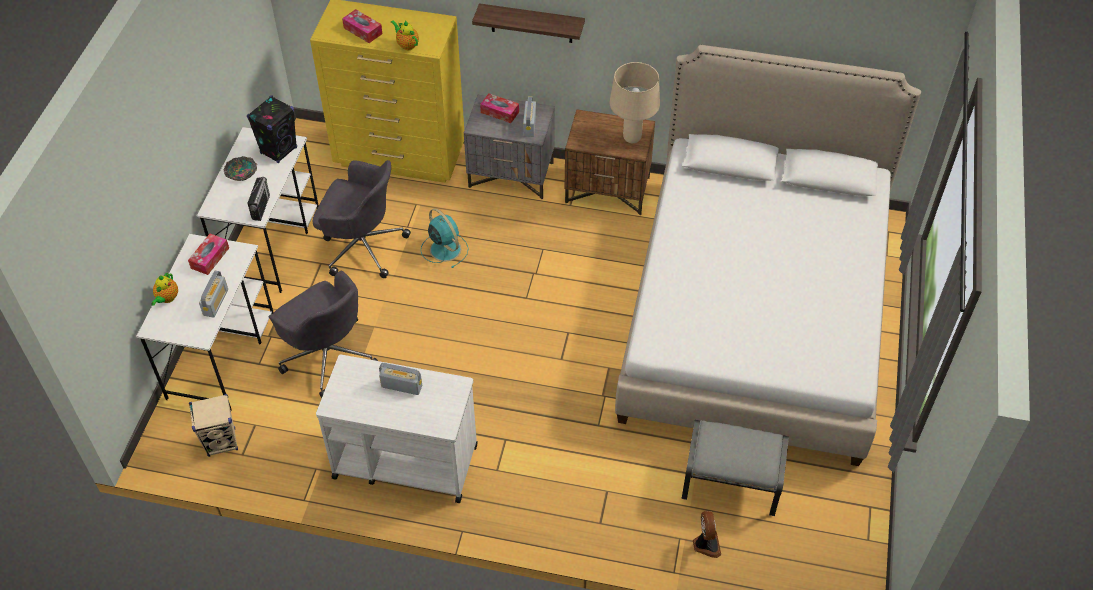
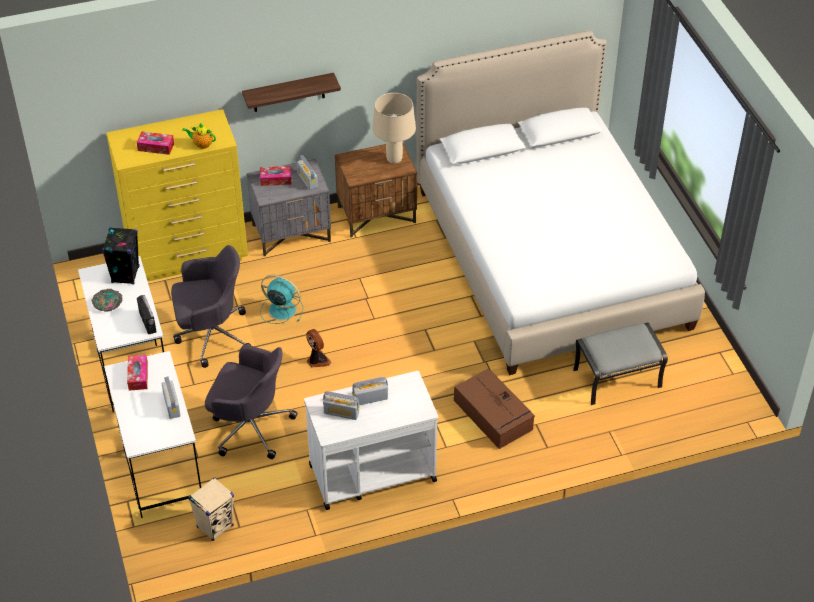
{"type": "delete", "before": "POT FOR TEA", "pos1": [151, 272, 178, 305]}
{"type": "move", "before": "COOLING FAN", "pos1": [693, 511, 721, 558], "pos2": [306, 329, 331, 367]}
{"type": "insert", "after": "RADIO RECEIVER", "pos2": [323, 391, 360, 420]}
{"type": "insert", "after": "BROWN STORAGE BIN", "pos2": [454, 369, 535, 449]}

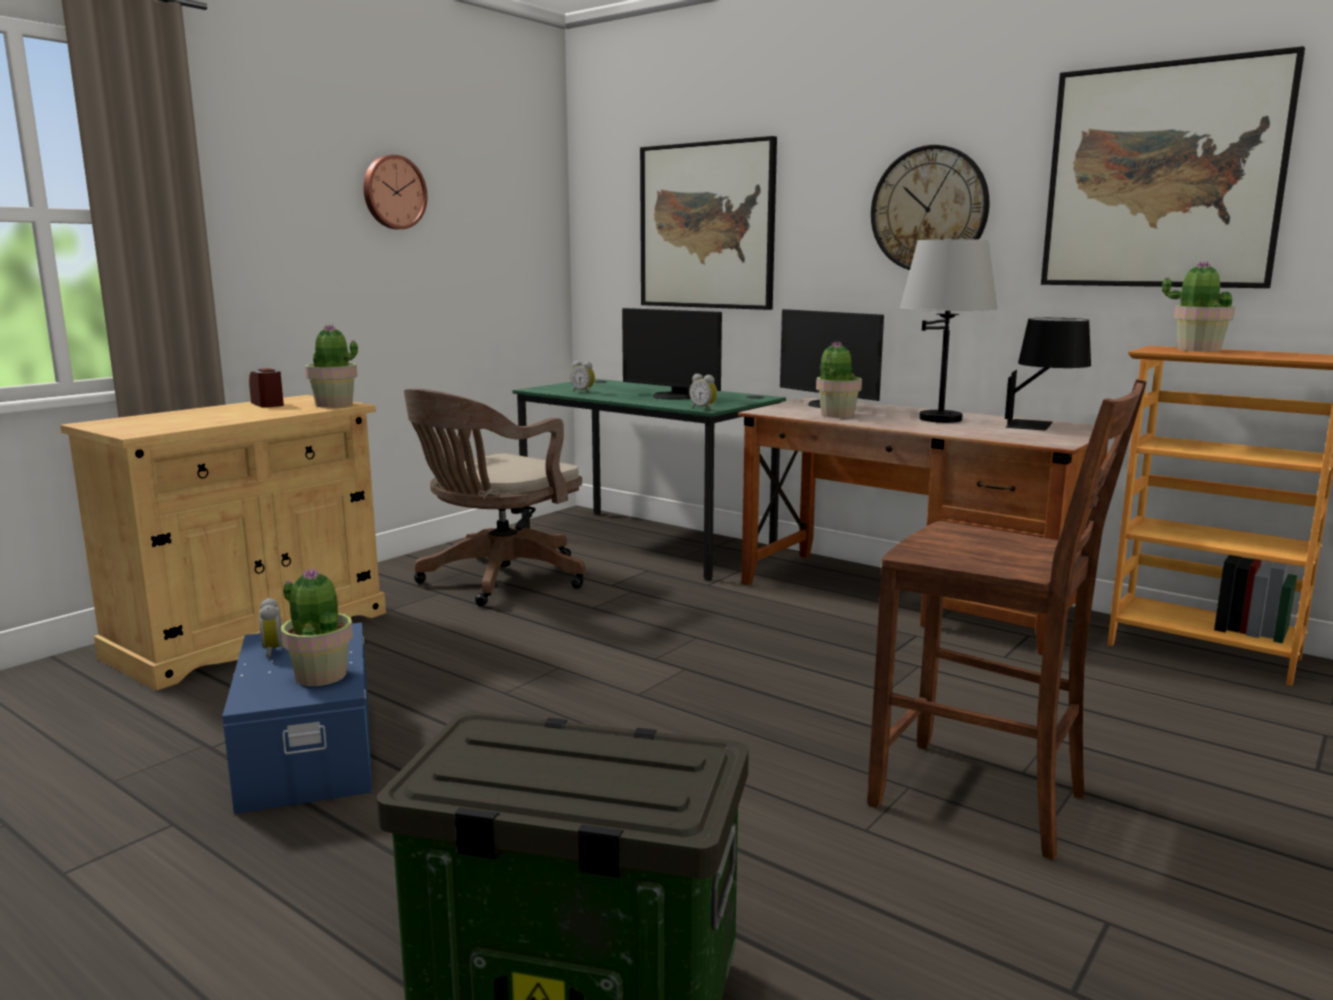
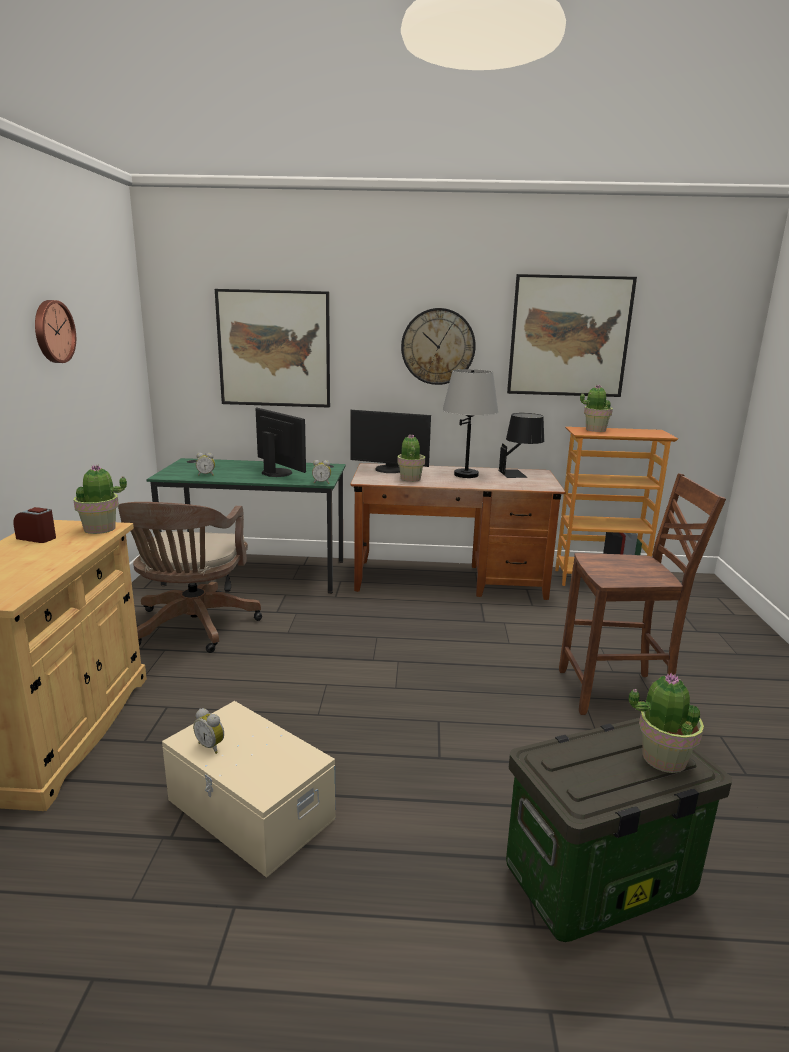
{"type": "recolor", "before": "BLUE-COLOURED STORAGE BIN", "after": "SAND-COLOURED STORAGE BIN", "pos1": [222, 623, 372, 814], "pos2": [162, 701, 336, 878]}
{"type": "move", "before": "POTTED PLANT", "pos1": [281, 568, 353, 686], "pos2": [628, 673, 704, 773]}
{"type": "rotate", "before": "COMPUTER SCREEN", "pos1": [622, 308, 722, 400], "pos2": [256, 408, 306, 477], "turn": -135}

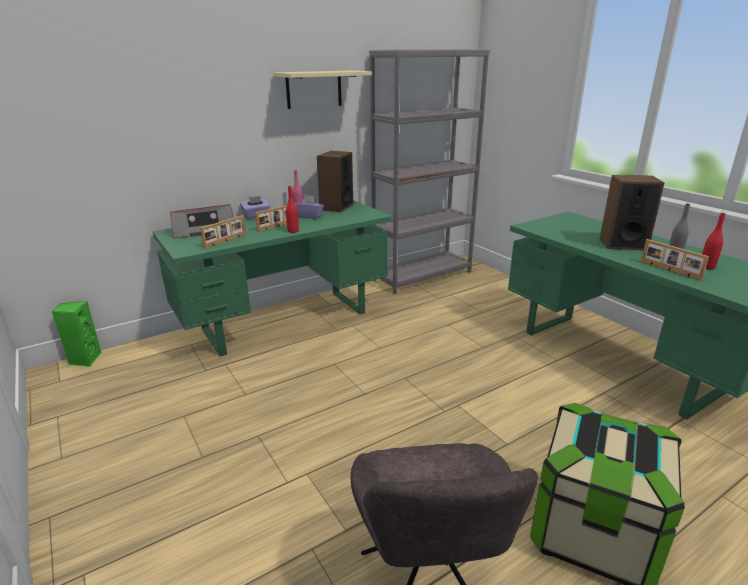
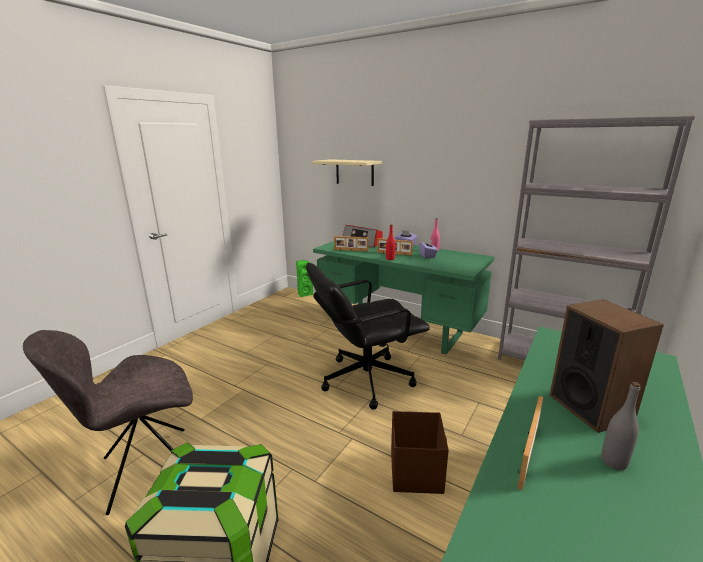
{"type": "move", "before": "SAND-COLOURED BRACKET SHELF", "pos1": [273, 71, 372, 109], "pos2": [312, 159, 382, 186]}
{"type": "delete", "before": "AUDIO SPEAKER", "pos1": [317, 151, 353, 212]}
{"type": "delete", "before": "RED BEVERAGE BOTTLE", "pos1": [702, 213, 725, 269]}
{"type": "insert", "after": "BLACK DESK CHAIR", "pos2": [306, 263, 430, 410]}
{"type": "insert", "after": "BROWN STORAGE BIN", "pos2": [391, 411, 449, 494]}

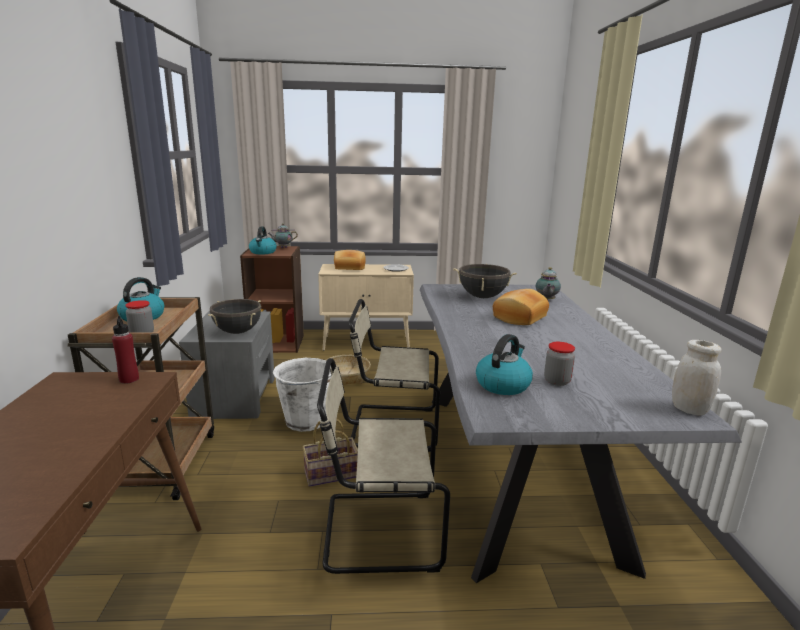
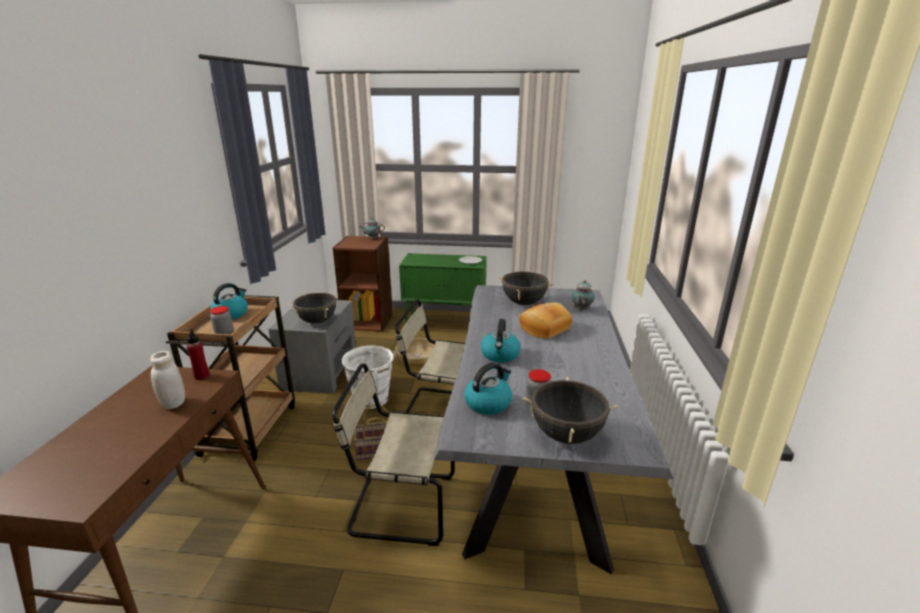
{"type": "move", "before": "TEA KETTLE", "pos1": [249, 227, 277, 254], "pos2": [481, 319, 521, 363]}
{"type": "recolor", "before": "SAND-COLOURED CUPBOARD", "after": "GREEN CUPBOARD", "pos1": [318, 264, 414, 351], "pos2": [399, 253, 487, 324]}
{"type": "delete", "before": "BAKERY BREAD", "pos1": [334, 250, 366, 270]}
{"type": "move", "before": "WHITE JAR", "pos1": [672, 340, 721, 415], "pos2": [150, 351, 185, 409]}
{"type": "insert", "after": "BLACK STOCKPOT", "pos2": [522, 377, 619, 444]}

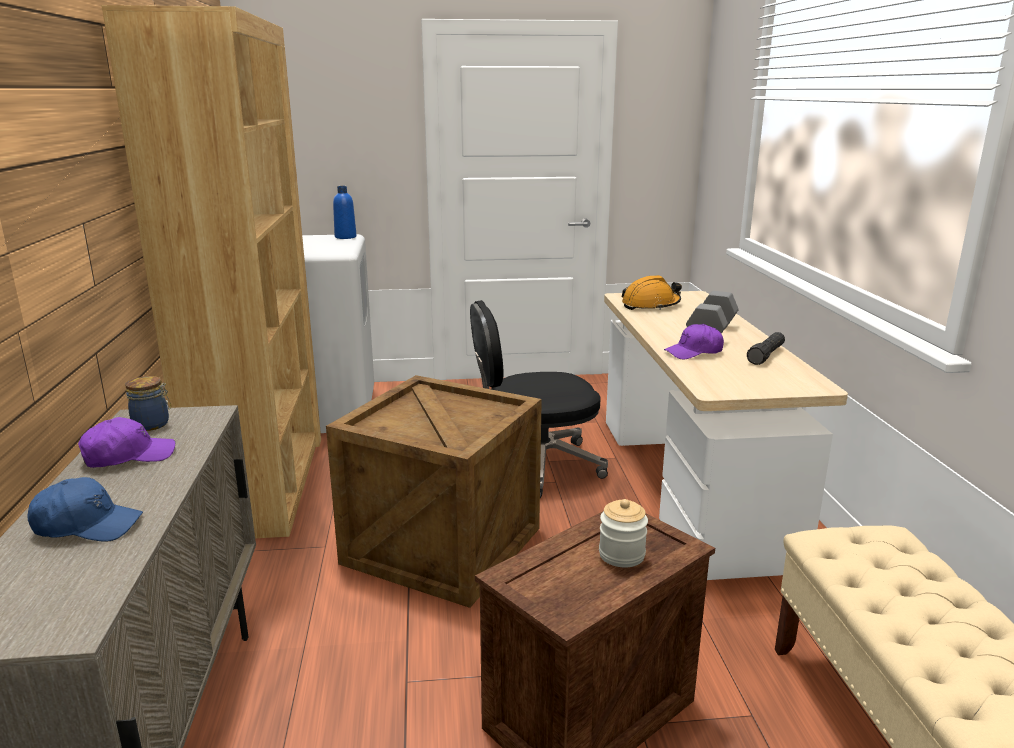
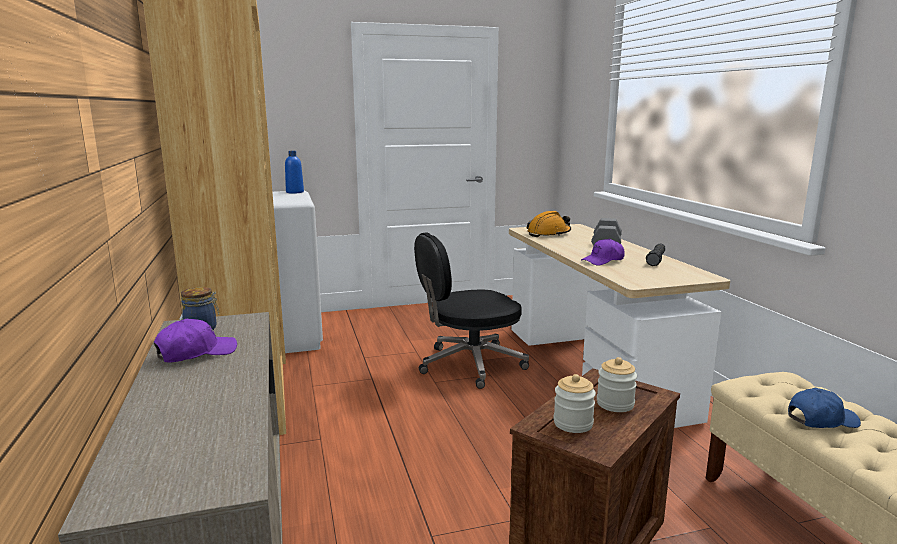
{"type": "move", "before": "BLUE-COLOURED BASEBALL CAP", "pos1": [27, 477, 143, 542], "pos2": [788, 388, 861, 428]}
{"type": "delete", "before": "PACKING CRATE", "pos1": [326, 375, 542, 608]}
{"type": "insert", "after": "JAR", "pos2": [554, 374, 596, 433]}

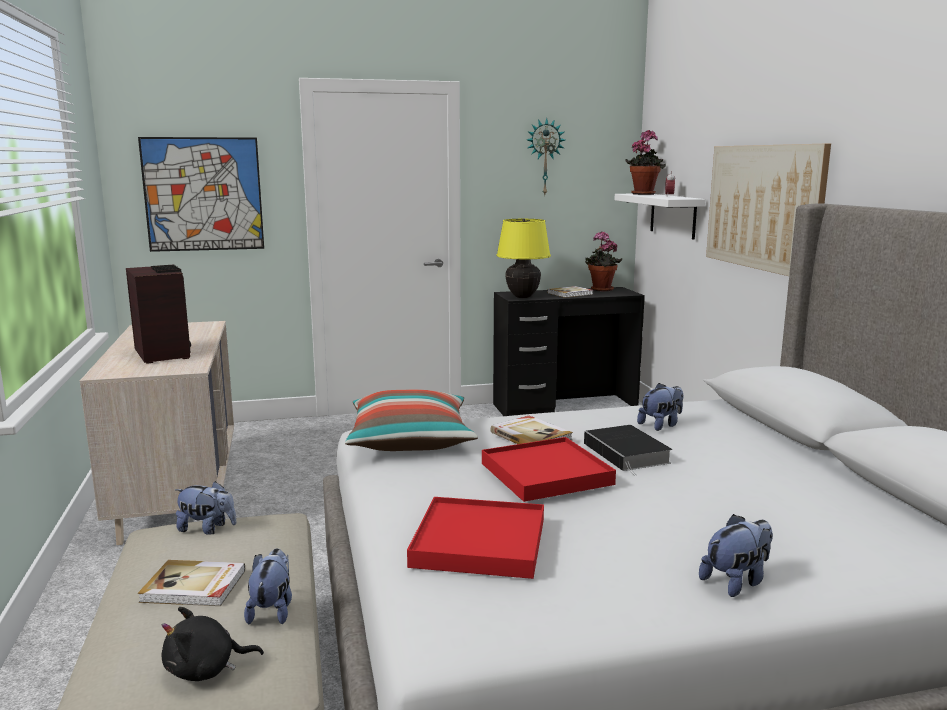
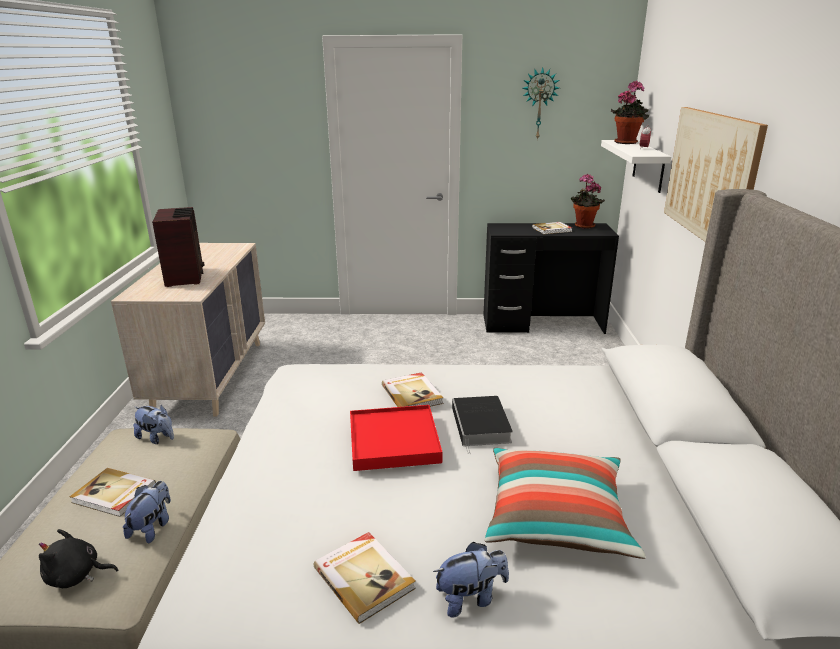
{"type": "delete", "before": "WALL PICTURE", "pos1": [138, 137, 264, 252]}
{"type": "move", "before": "THROW PILLOW", "pos1": [345, 390, 478, 451], "pos2": [485, 448, 646, 559]}
{"type": "delete", "before": "RED TRAY", "pos1": [407, 497, 544, 579]}
{"type": "delete", "before": "YELLOWISH TABLE LAMP", "pos1": [496, 219, 551, 298]}
{"type": "delete", "before": "SOFT TOY", "pos1": [637, 383, 683, 431]}
{"type": "insert", "after": "VOLUME", "pos2": [314, 532, 416, 624]}

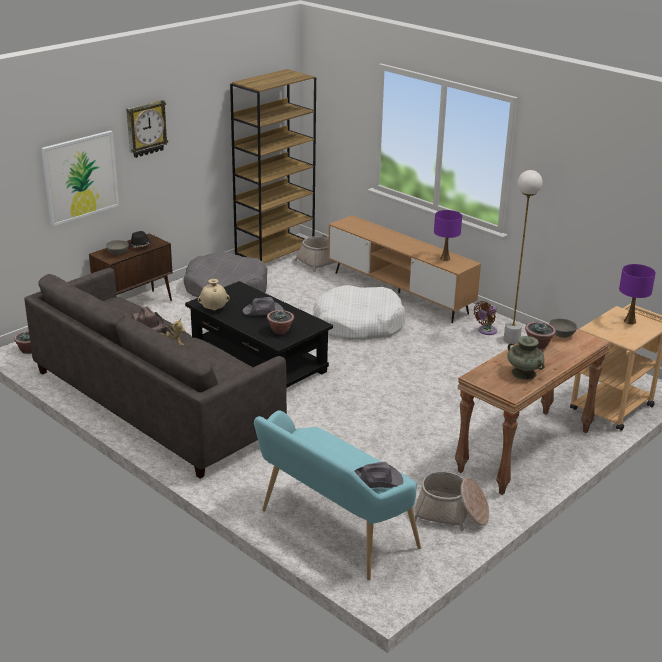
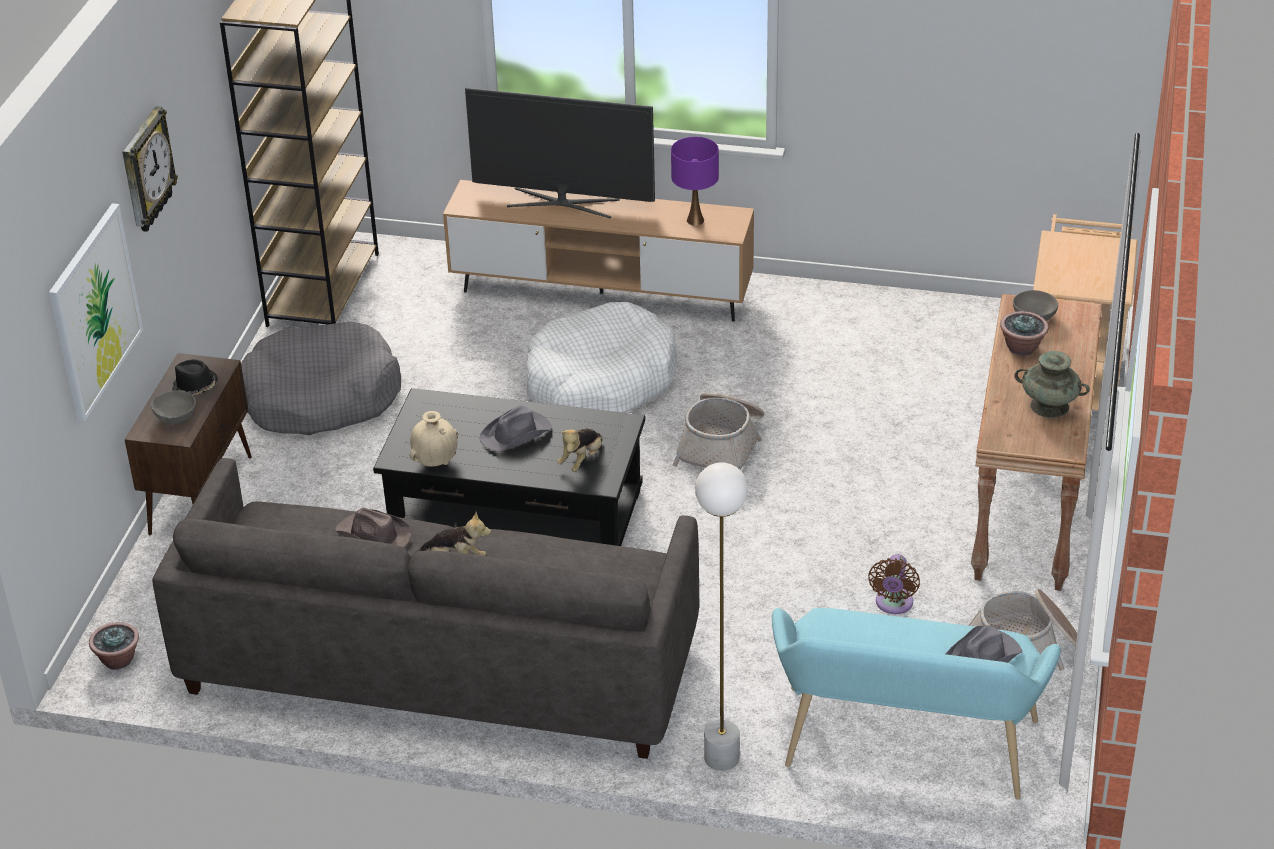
{"type": "replace", "before": "POTTED PLANT", "after": "SOFT TOY", "pos1": [267, 310, 294, 335], "pos2": [557, 428, 602, 472]}
{"type": "move", "before": "BASKET", "pos1": [294, 234, 335, 272], "pos2": [673, 393, 764, 470]}
{"type": "move", "before": "BROWN COOLING FAN", "pos1": [474, 301, 497, 335], "pos2": [868, 554, 920, 614]}
{"type": "move", "before": "WHITE FLOOR LAMP", "pos1": [503, 170, 543, 344], "pos2": [695, 462, 748, 771]}
{"type": "delete", "before": "PURPLISH TABLE LAMP", "pos1": [619, 264, 656, 324]}
{"type": "insert", "after": "TELEVISION", "pos2": [465, 88, 655, 218]}

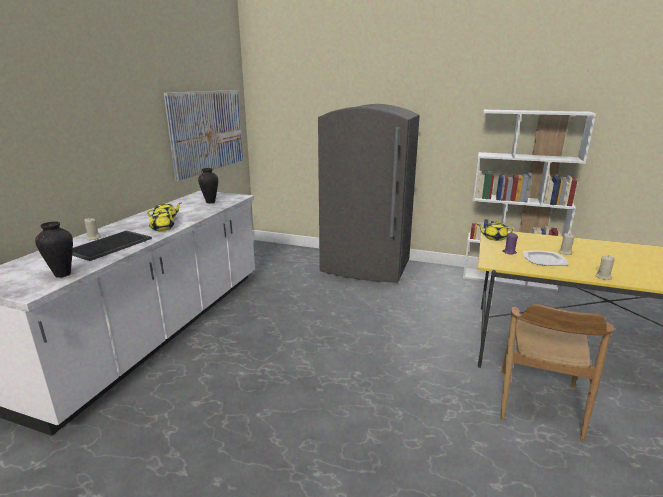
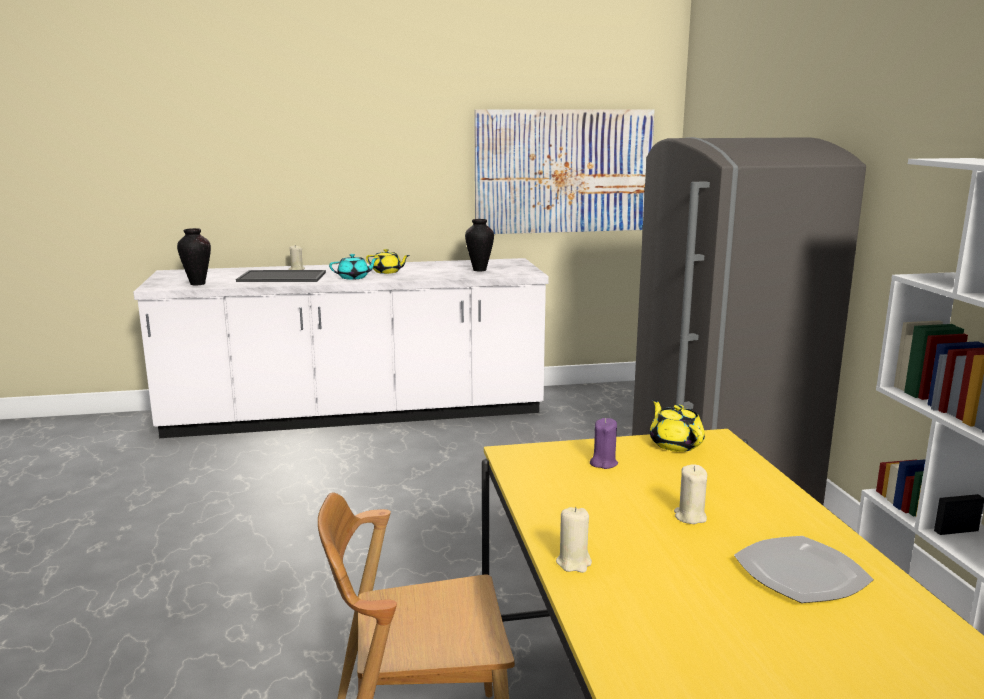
{"type": "recolor", "before": "YELLOWISH POT FOR TEA", "after": "TURQUOISE POT FOR TEA", "pos1": [149, 209, 174, 231], "pos2": [329, 254, 378, 280]}
{"type": "move", "before": "DINNER PLATE", "pos1": [523, 250, 568, 266], "pos2": [734, 536, 874, 603]}

